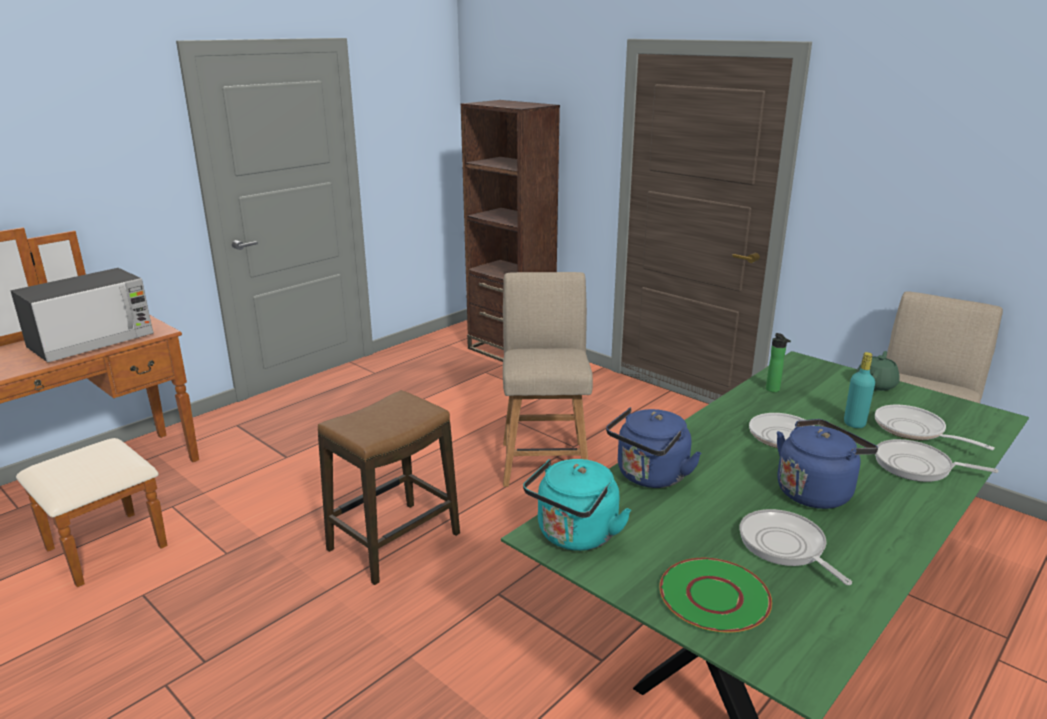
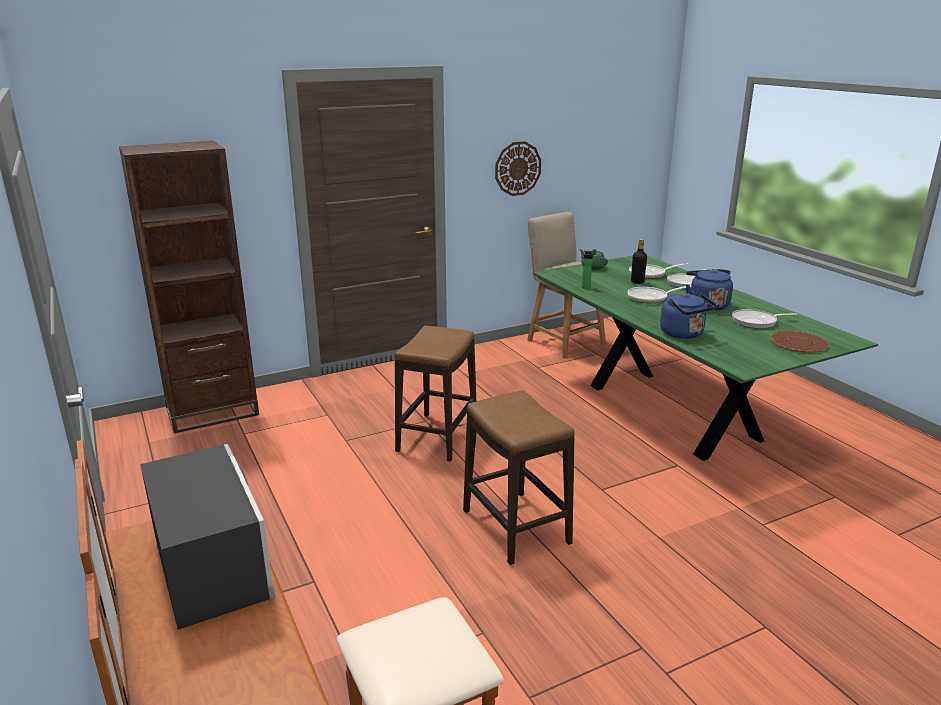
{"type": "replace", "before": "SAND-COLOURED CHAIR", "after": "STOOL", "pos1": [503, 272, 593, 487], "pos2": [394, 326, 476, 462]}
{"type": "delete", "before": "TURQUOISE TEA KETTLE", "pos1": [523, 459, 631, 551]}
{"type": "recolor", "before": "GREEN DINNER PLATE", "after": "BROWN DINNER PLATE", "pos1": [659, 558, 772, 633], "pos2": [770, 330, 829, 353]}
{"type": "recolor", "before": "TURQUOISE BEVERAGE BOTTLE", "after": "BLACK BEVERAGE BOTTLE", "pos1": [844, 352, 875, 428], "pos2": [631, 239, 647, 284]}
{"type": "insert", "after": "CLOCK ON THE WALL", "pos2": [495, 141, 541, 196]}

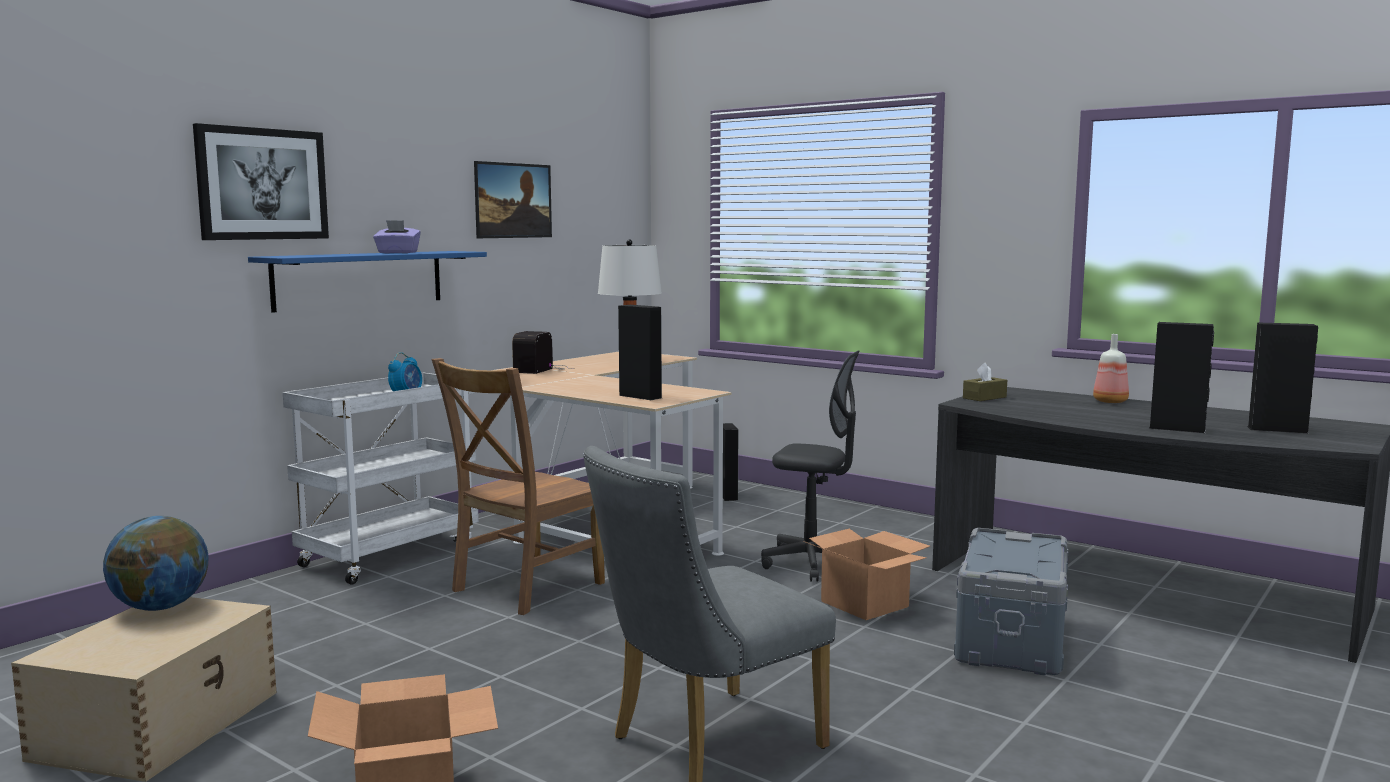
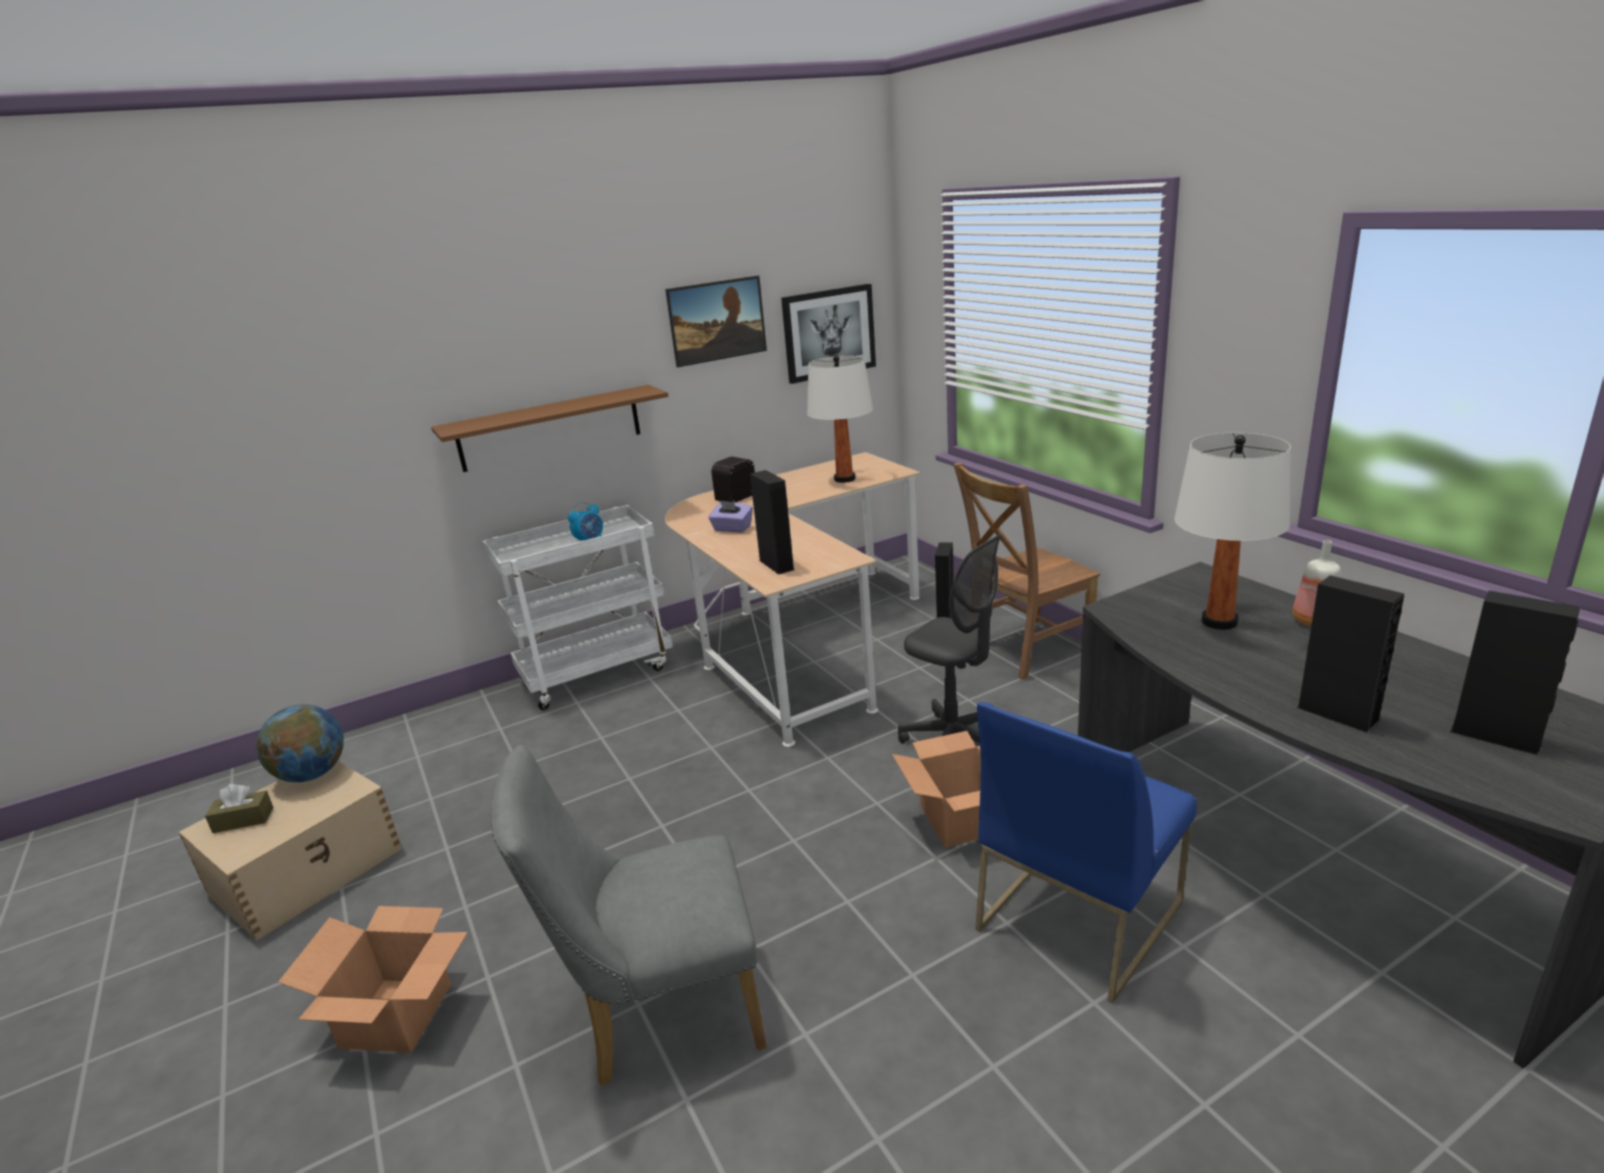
{"type": "move", "before": "WALL PICTURE", "pos1": [193, 123, 329, 240], "pos2": [781, 284, 876, 384]}
{"type": "recolor", "before": "BLUE-COLOURED BRACKET SHELF", "after": "BROWN BRACKET SHELF", "pos1": [248, 251, 487, 313], "pos2": [431, 385, 668, 472]}
{"type": "move", "before": "PURPLISH TISSUE BOX", "pos1": [373, 220, 421, 253], "pos2": [708, 500, 753, 533]}
{"type": "move", "before": "BROWN CHAIR", "pos1": [432, 358, 605, 615], "pos2": [953, 462, 1100, 680]}
{"type": "replace", "before": "GREYISH STORAGE BIN", "after": "BLUE-COLOURED CHAIR", "pos1": [954, 528, 1068, 676], "pos2": [975, 702, 1197, 1003]}
{"type": "move", "before": "BROWN TISSUE BOX", "pos1": [963, 363, 1007, 401], "pos2": [205, 784, 273, 833]}
{"type": "insert", "after": "WHITE TABLE LAMP", "pos2": [1174, 433, 1291, 630]}

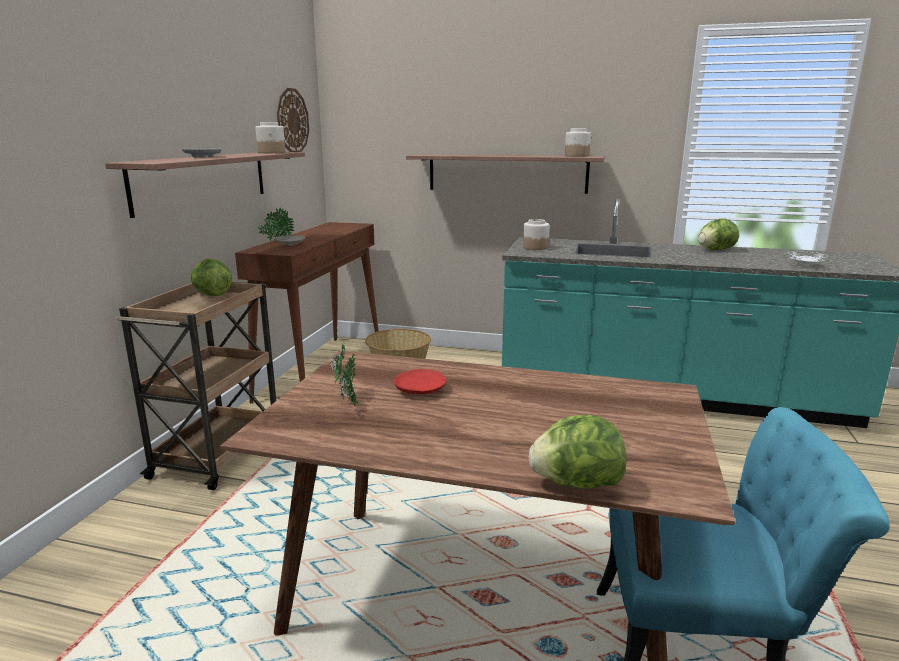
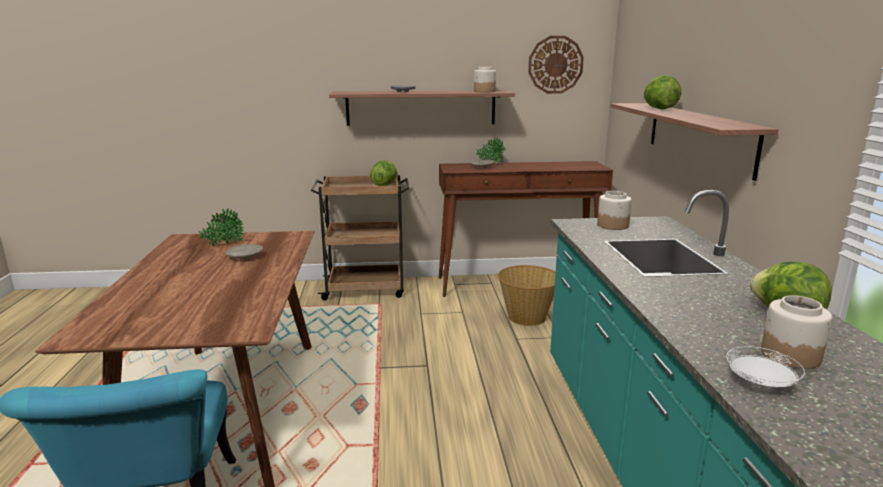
{"type": "recolor", "before": "RED DINNER PLATE", "after": "SAND-COLOURED DINNER PLATE", "pos1": [394, 369, 447, 394], "pos2": [226, 244, 263, 259]}
{"type": "move", "before": "LETTUCE", "pos1": [528, 415, 626, 489], "pos2": [643, 75, 681, 109]}
{"type": "move", "before": "JAR", "pos1": [565, 128, 591, 157], "pos2": [761, 295, 832, 369]}

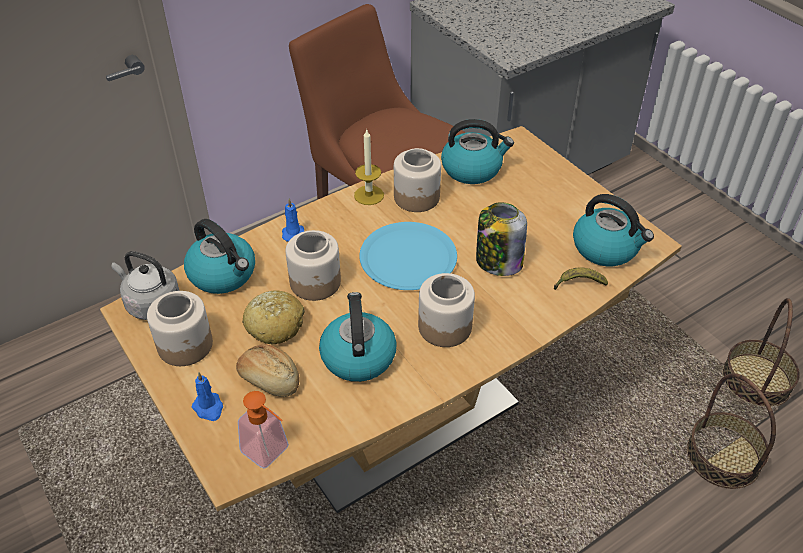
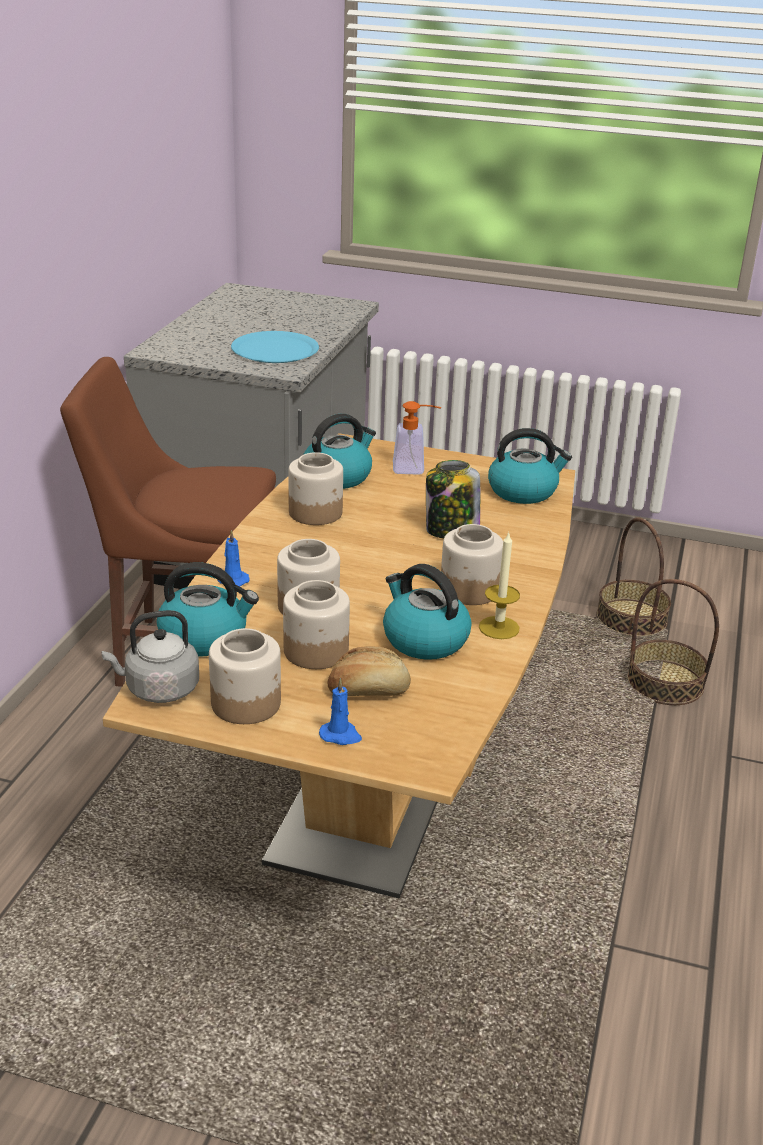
{"type": "move", "before": "SOAP BOTTLE", "pos1": [238, 391, 289, 469], "pos2": [393, 401, 442, 475]}
{"type": "replace", "before": "BAKERY BREAD", "after": "JAR", "pos1": [242, 290, 305, 344], "pos2": [283, 580, 350, 669]}
{"type": "move", "before": "WAX CANDLE", "pos1": [354, 130, 384, 205], "pos2": [479, 531, 520, 639]}
{"type": "move", "before": "BLUE-COLOURED DINNER PLATE", "pos1": [359, 222, 457, 290], "pos2": [231, 331, 319, 363]}
{"type": "delete", "before": "BANANA", "pos1": [554, 267, 608, 290]}

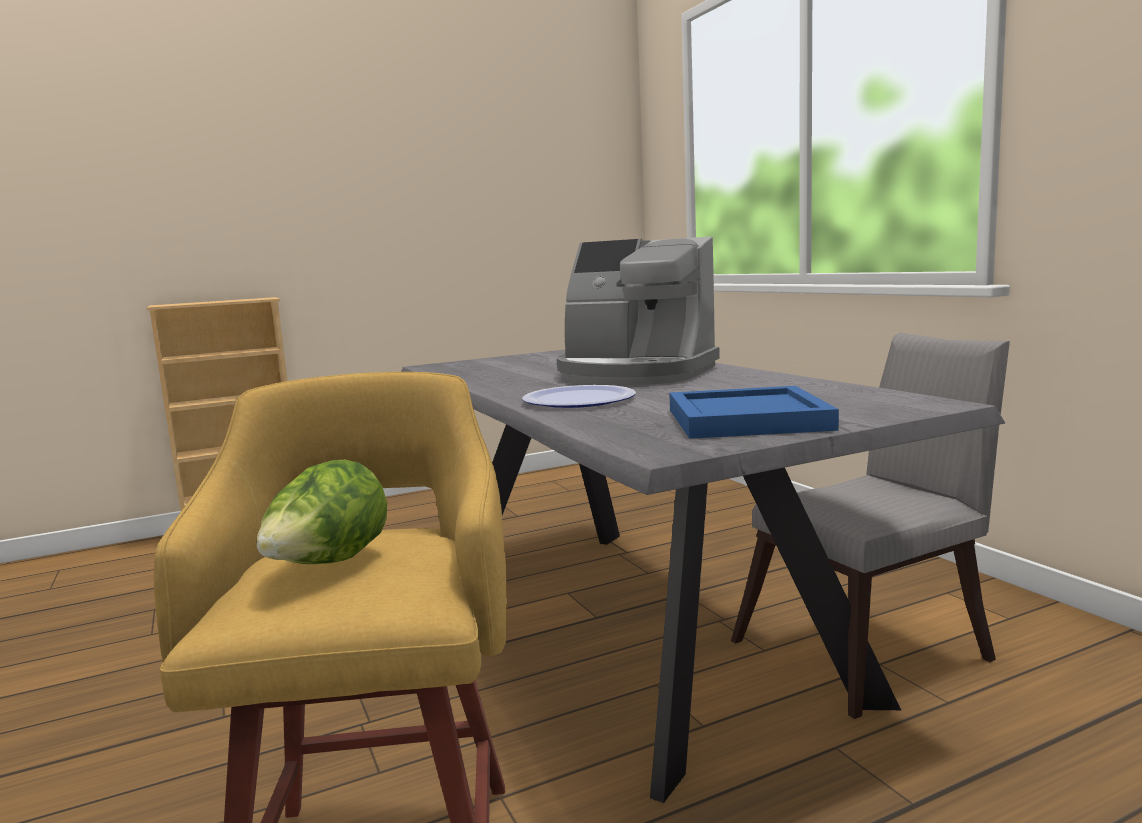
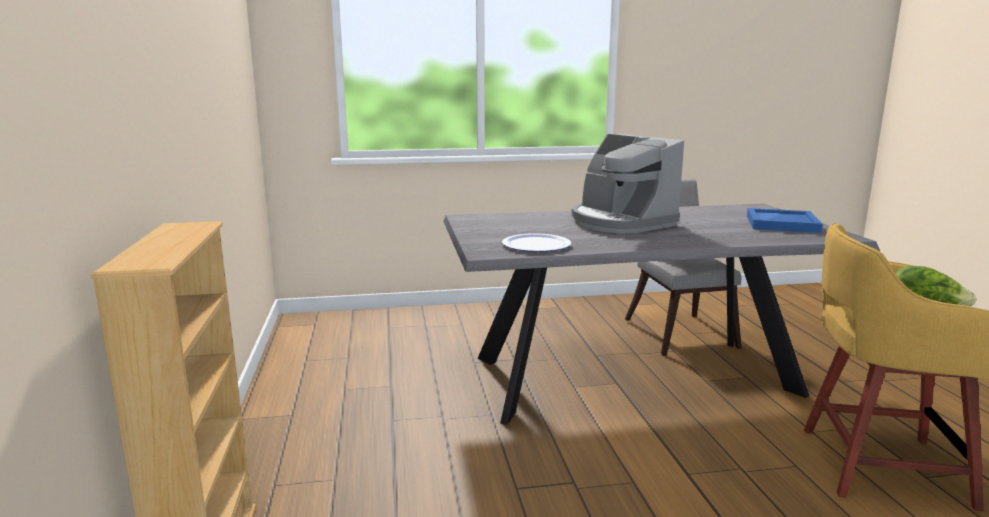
{"type": "move", "before": "DINNER PLATE", "pos1": [522, 385, 636, 408], "pos2": [502, 233, 572, 252]}
{"type": "rotate", "before": "COFFEE BREWER", "pos1": [557, 236, 720, 385], "pos2": [571, 134, 684, 234], "turn": 105}

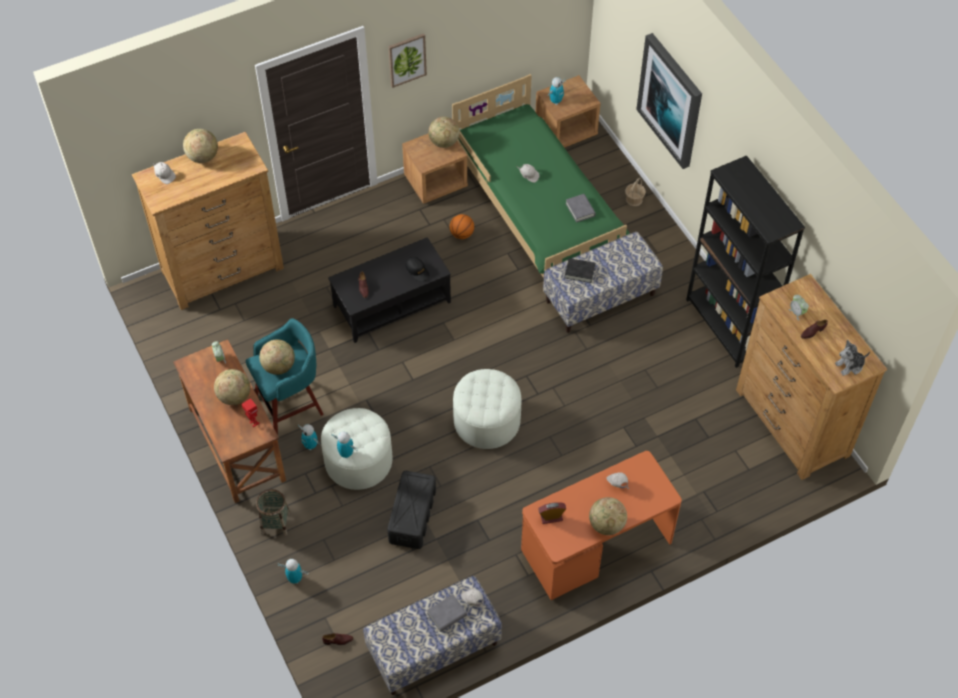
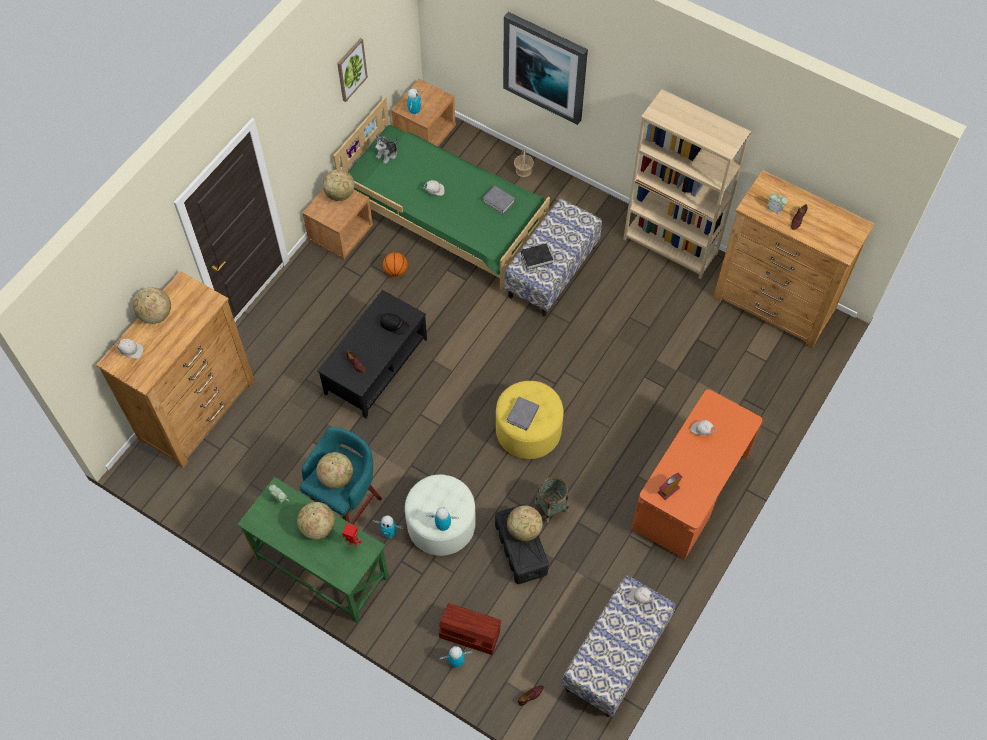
{"type": "recolor", "before": "BROWN DESK TABLE", "after": "GREEN DESK TABLE", "pos1": [173, 339, 286, 503], "pos2": [237, 477, 389, 623]}
{"type": "move", "before": "BASKET", "pos1": [256, 489, 290, 536], "pos2": [535, 477, 569, 523]}
{"type": "move", "before": "WALL PICTURE", "pos1": [388, 33, 427, 88], "pos2": [337, 38, 368, 102]}
{"type": "move", "before": "GREYISH VOLUME", "pos1": [427, 594, 467, 632], "pos2": [507, 397, 539, 431]}
{"type": "recolor", "before": "WHITE POUFFE", "after": "YELLOWISH POUFFE", "pos1": [453, 369, 521, 449], "pos2": [496, 381, 564, 459]}
{"type": "move", "before": "GLOBE", "pos1": [589, 497, 627, 535], "pos2": [507, 506, 543, 541]}
{"type": "recolor", "before": "BLACK BOOKSHELF", "after": "SAND-COLOURED BOOKSHELF", "pos1": [686, 155, 805, 368], "pos2": [623, 89, 751, 279]}
{"type": "move", "before": "SOFT TOY", "pos1": [835, 340, 870, 376], "pos2": [375, 135, 397, 164]}
{"type": "insert", "after": "BROWN STORAGE BIN", "pos2": [439, 603, 501, 655]}

